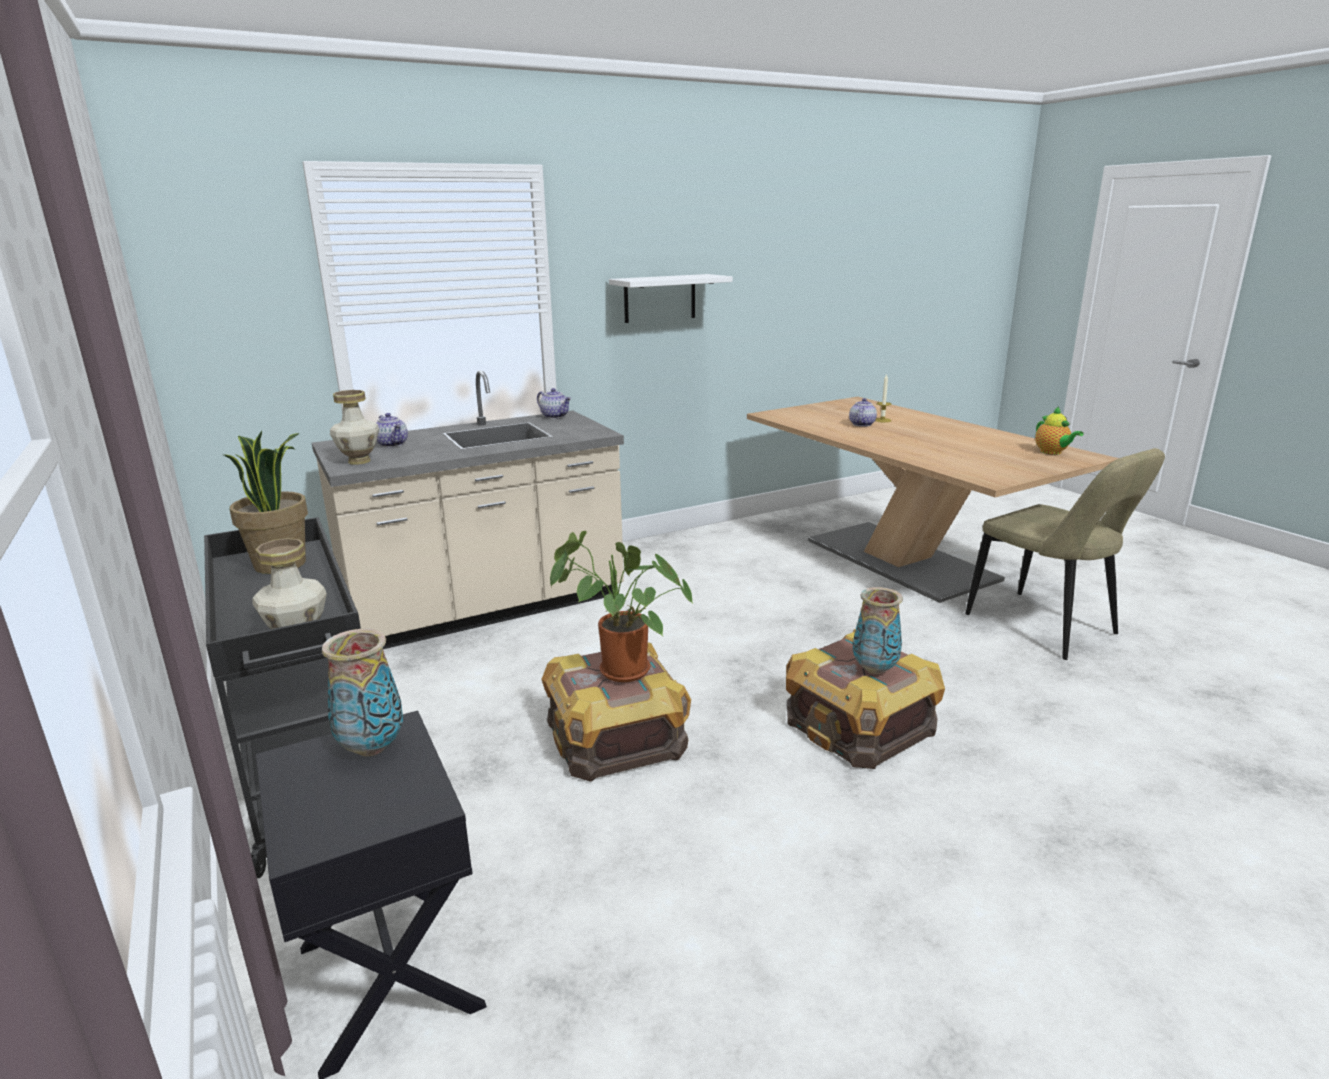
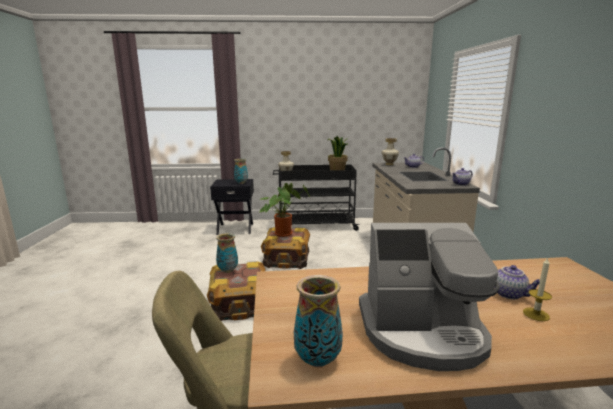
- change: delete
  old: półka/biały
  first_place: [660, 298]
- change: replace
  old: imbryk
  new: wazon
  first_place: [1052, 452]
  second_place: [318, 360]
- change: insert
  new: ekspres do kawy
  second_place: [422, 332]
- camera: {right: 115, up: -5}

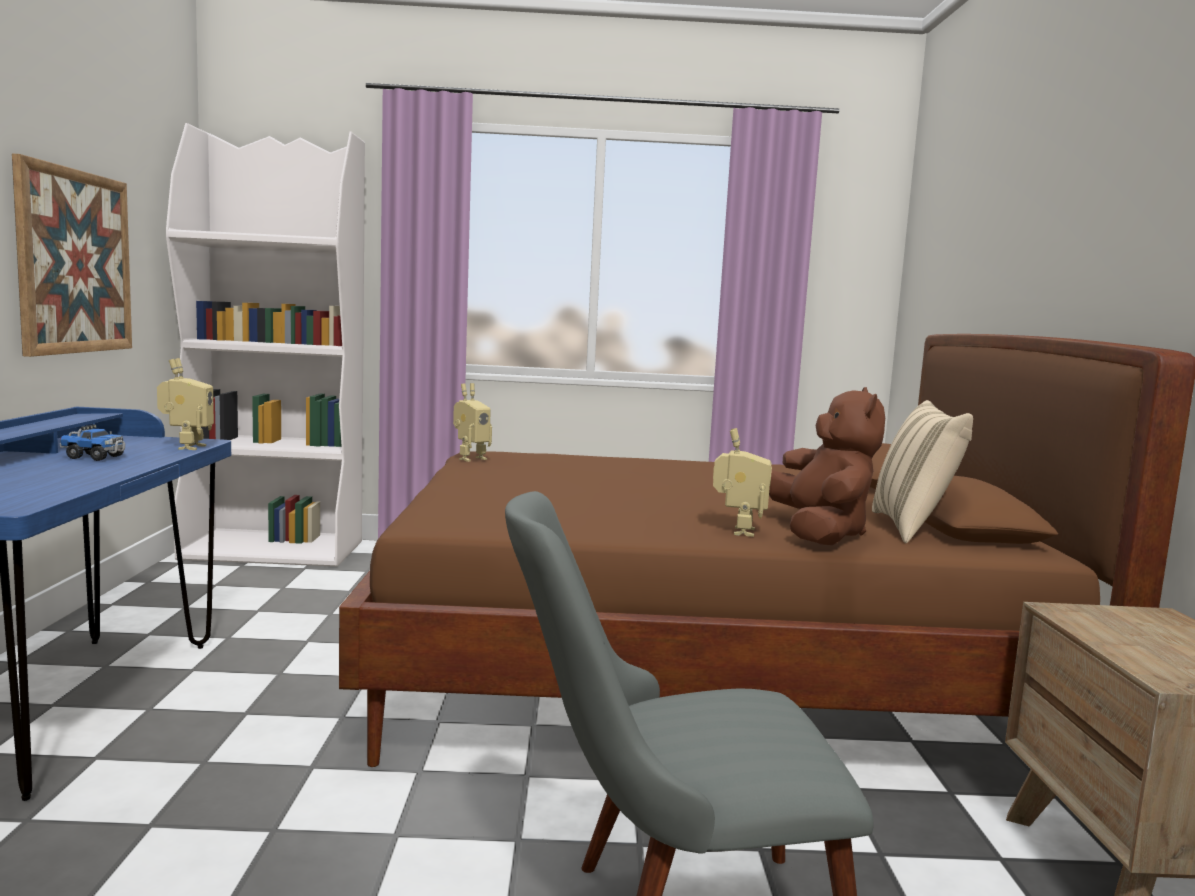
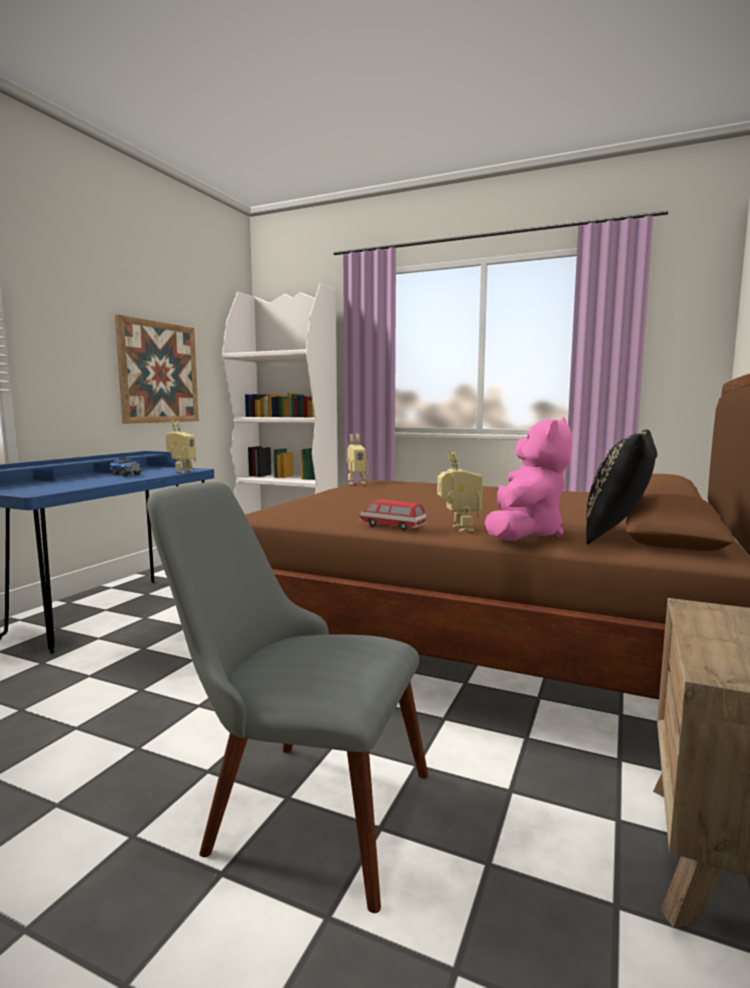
- change: recolor
  old: pluszak/brązowy
  new: pluszak/różowy
  first_place: [819, 533]
  second_place: [524, 534]
- change: recolor
  old: poduszka/beżowy
  new: poduszka/czarny
  first_place: [913, 528]
  second_place: [618, 535]
- change: rotate
  old: robot zabawkowy
  first_place: [737, 531]
  second_place: [458, 529]
  degrees: -45
- change: insert
  new: samochodzik
  second_place: [392, 526]
- camera: {right: 25, up: 0}

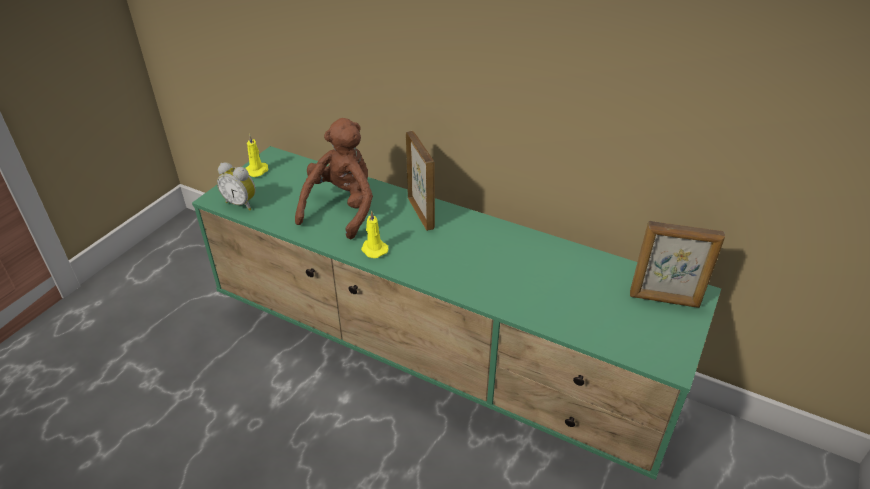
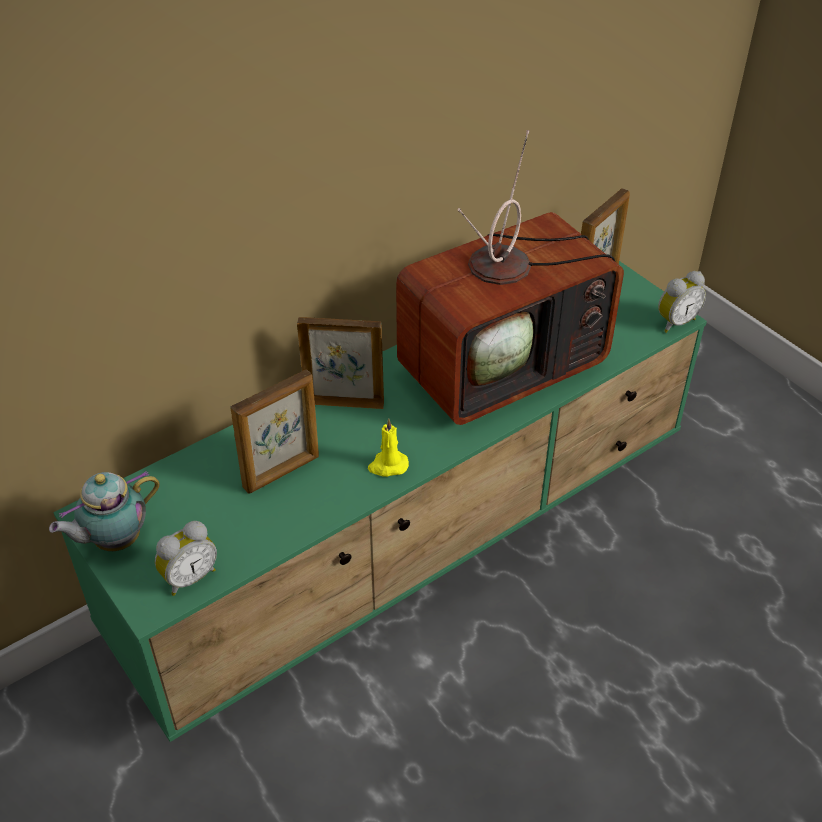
- change: replace
  old: pluszak/brązowy
  new: ramka na zdjęcie
  first_place: [342, 209]
  second_place: [282, 472]
- change: replace
  old: świeca/żółty
  new: imbryk
  first_place: [257, 170]
  second_place: [114, 541]
- change: insert
  new: telewizor
  second_place: [504, 365]
- change: insert
  new: budzik
  second_place: [675, 322]
- camera: {right: -65, up: 5}

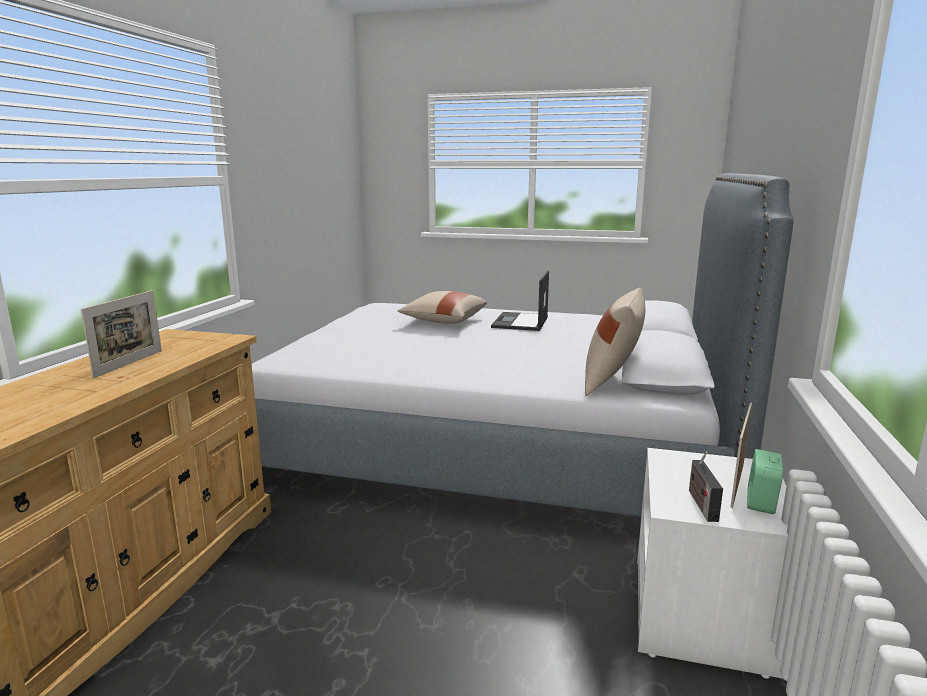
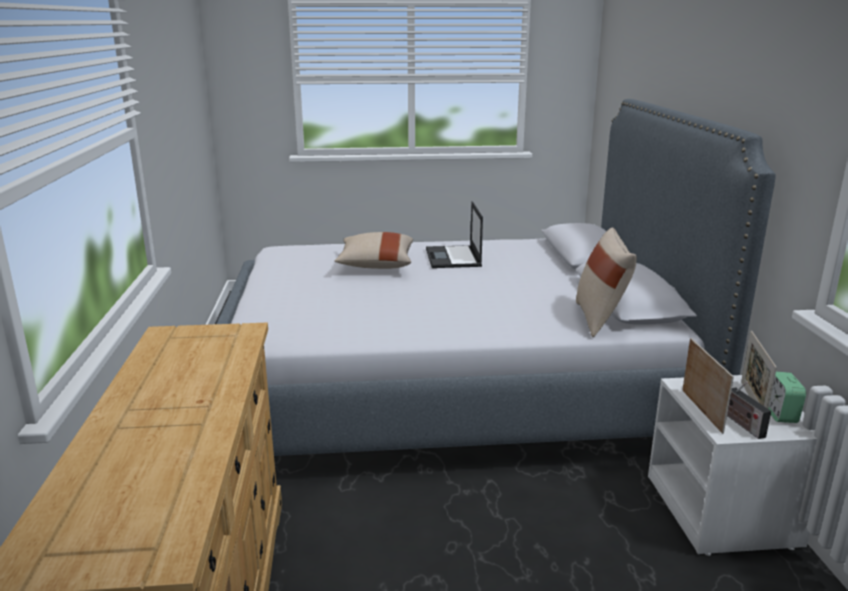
- change: move
  old: ramka na zdjęcie
  first_place: [129, 363]
  second_place: [701, 411]
- camera: {right: -20, up: 5}

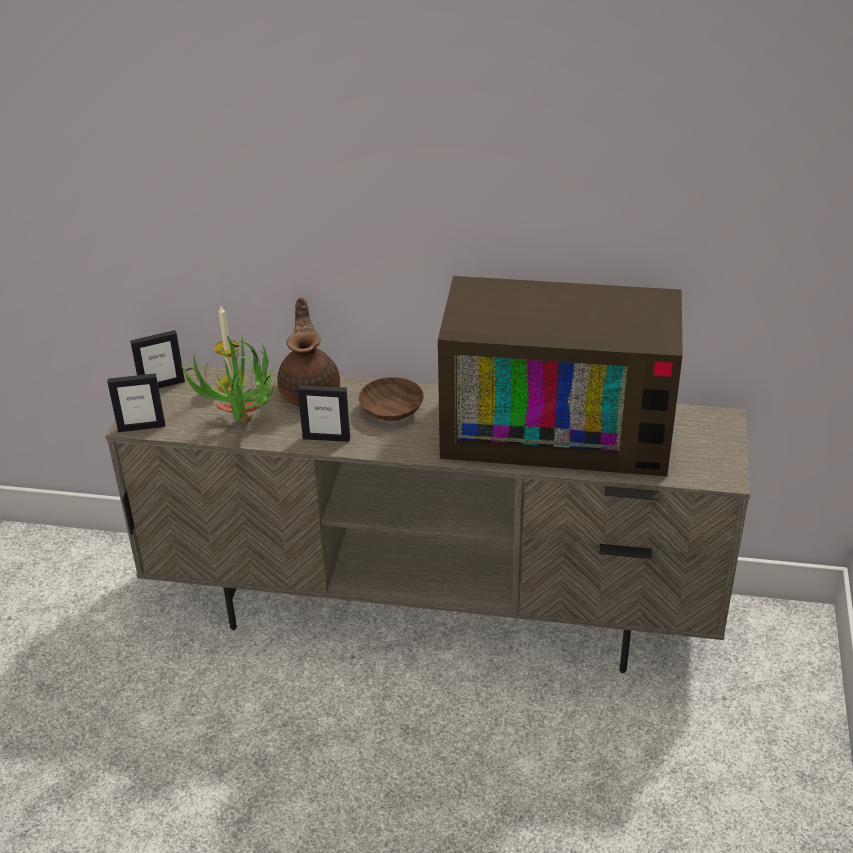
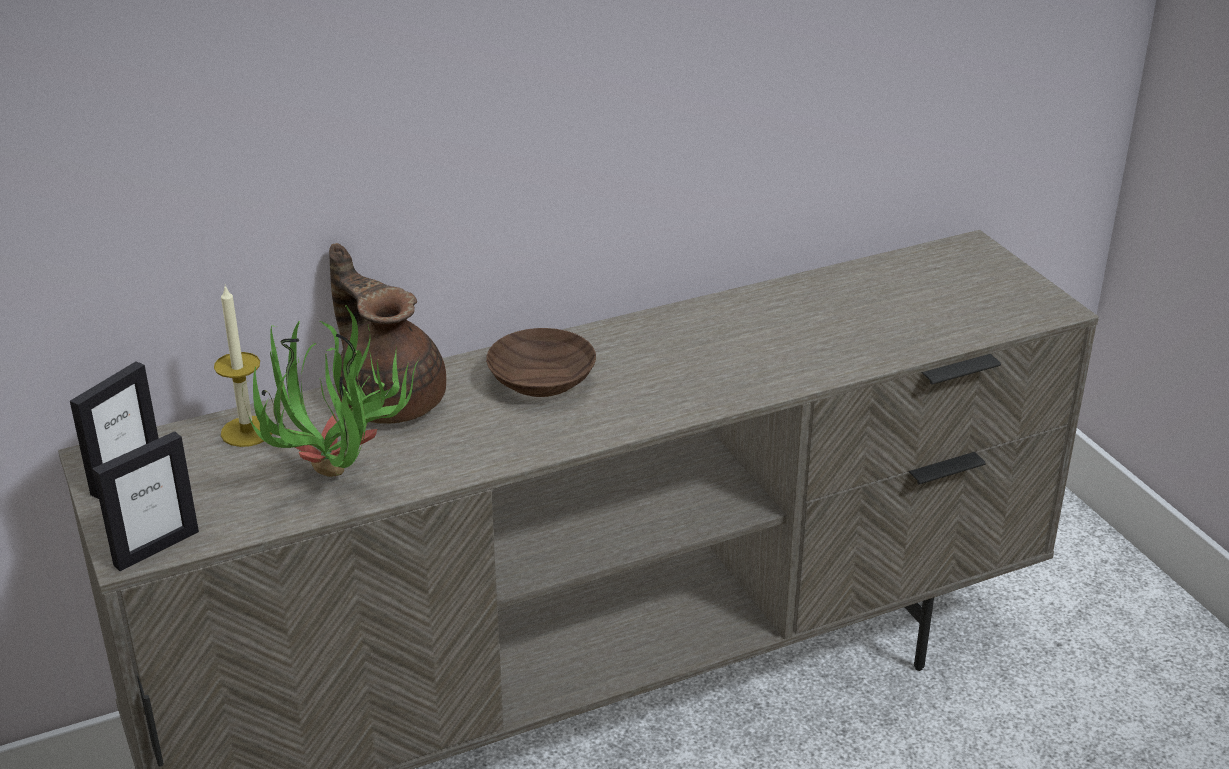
- change: delete
  old: telewizor
  first_place: [559, 427]
- change: delete
  old: ramka na zdjęcie
  first_place: [326, 438]
- camera: {right: -35, up: -5}

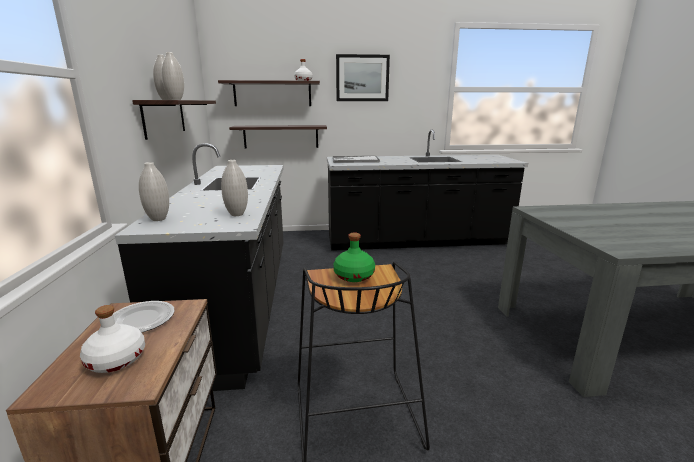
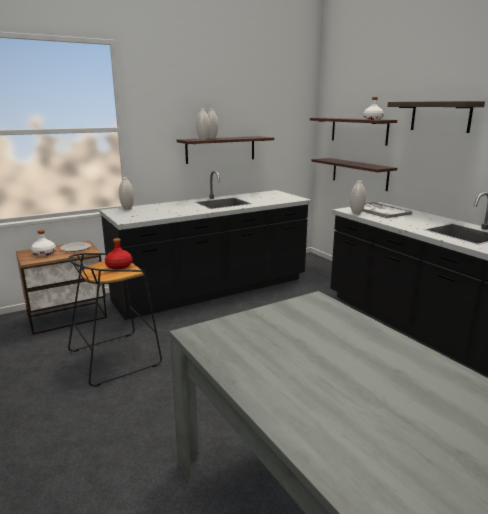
- change: replace
  old: obraz
  new: półka
  first_place: [362, 78]
  second_place: [440, 116]
- change: move
  old: wazon/biały
  first_place: [237, 214]
  second_place: [356, 213]
- change: recolor
  old: butelka/zielony
  new: butelka/czerwony
  first_place: [354, 276]
  second_place: [119, 266]
- camera: {right: 65, up: 0}

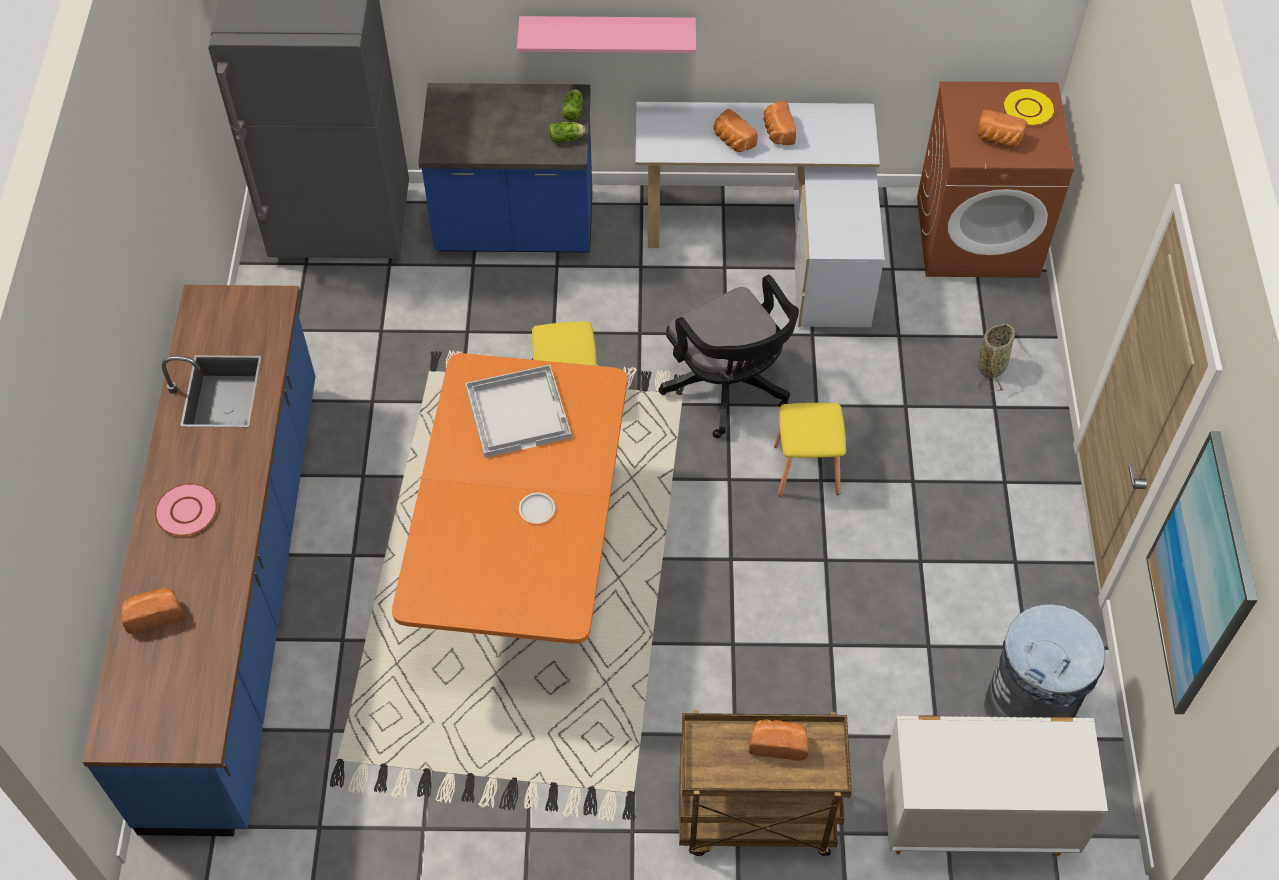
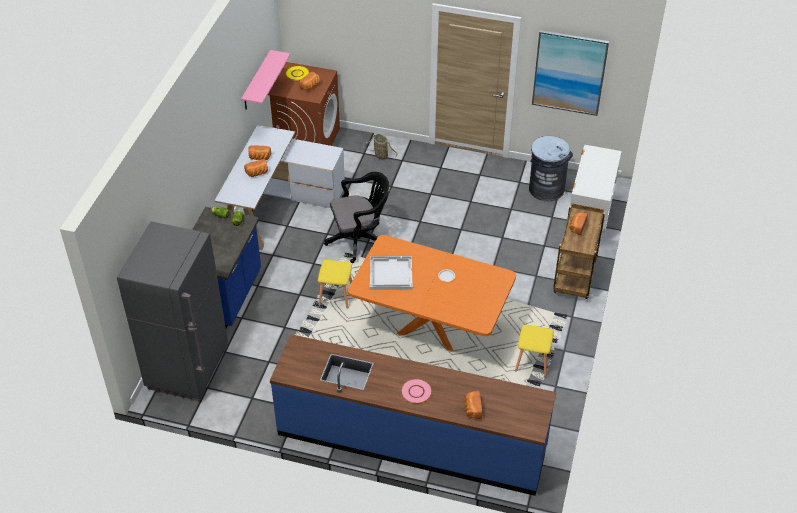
- change: move
  old: półka/różowy
  first_place: [607, 32]
  second_place: [256, 81]
- change: move
  old: stołek/żółty
  first_place: [805, 470]
  second_place: [533, 362]
- camera: {right: -75, up: -10}

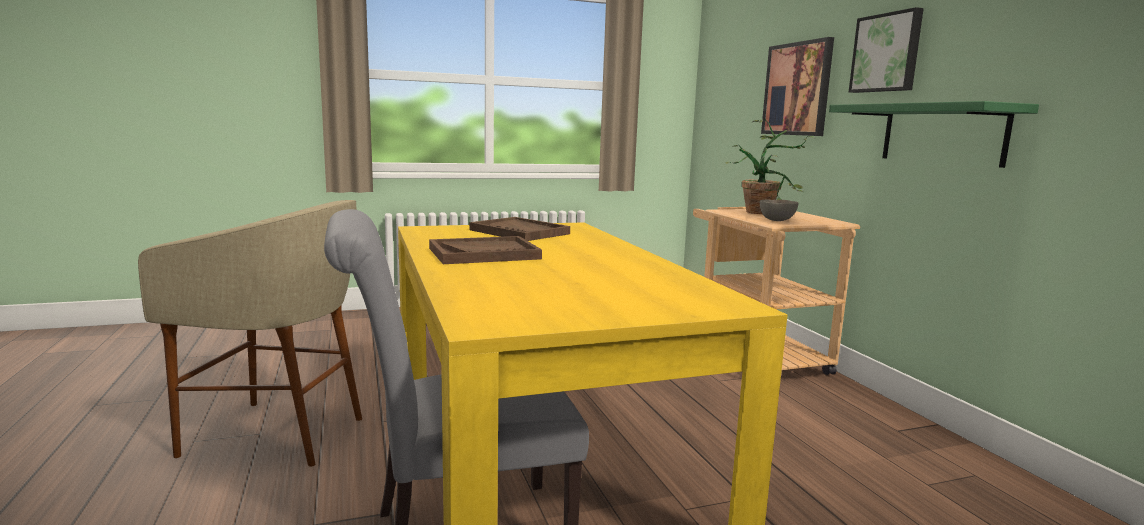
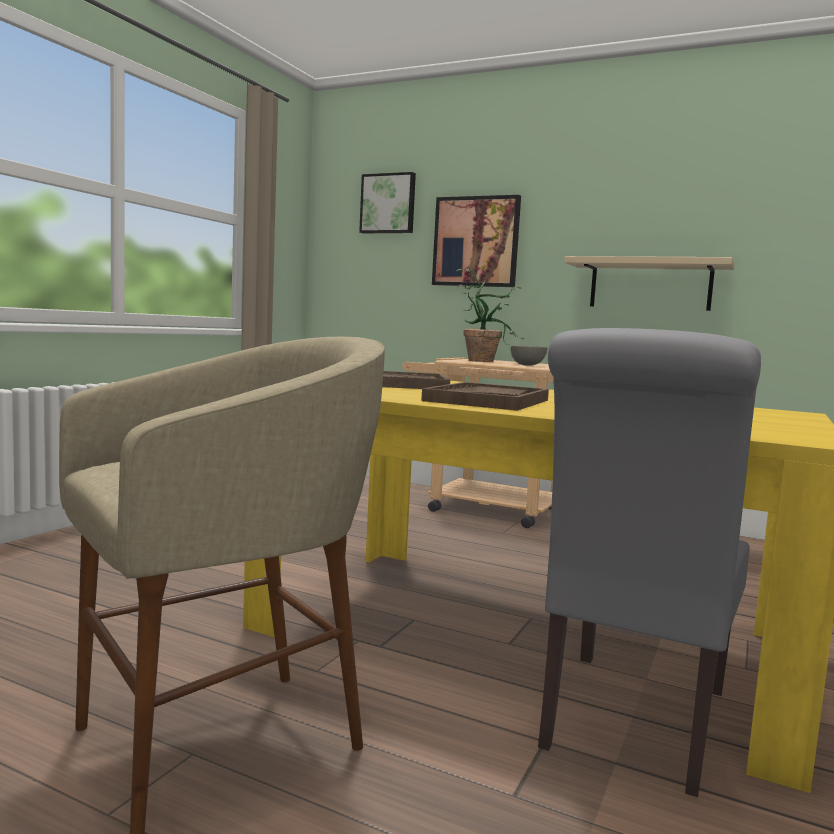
- change: move
  old: obraz
  first_place: [887, 53]
  second_place: [388, 204]
- change: recolor
  old: półka/zielony
  new: półka/beżowy
  first_place: [942, 134]
  second_place: [650, 285]
- camera: {right: -45, up: -5}

